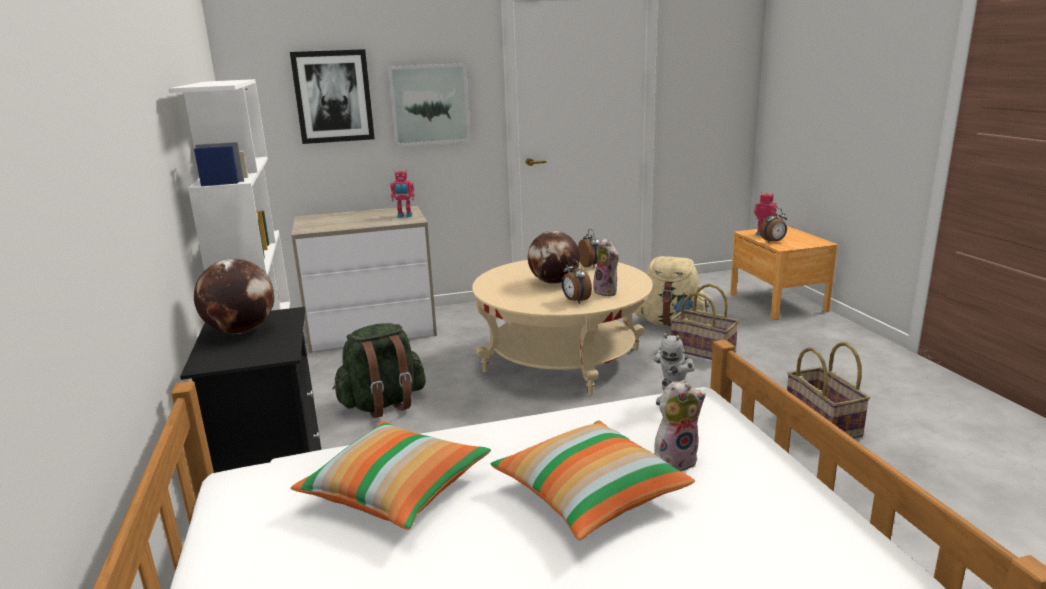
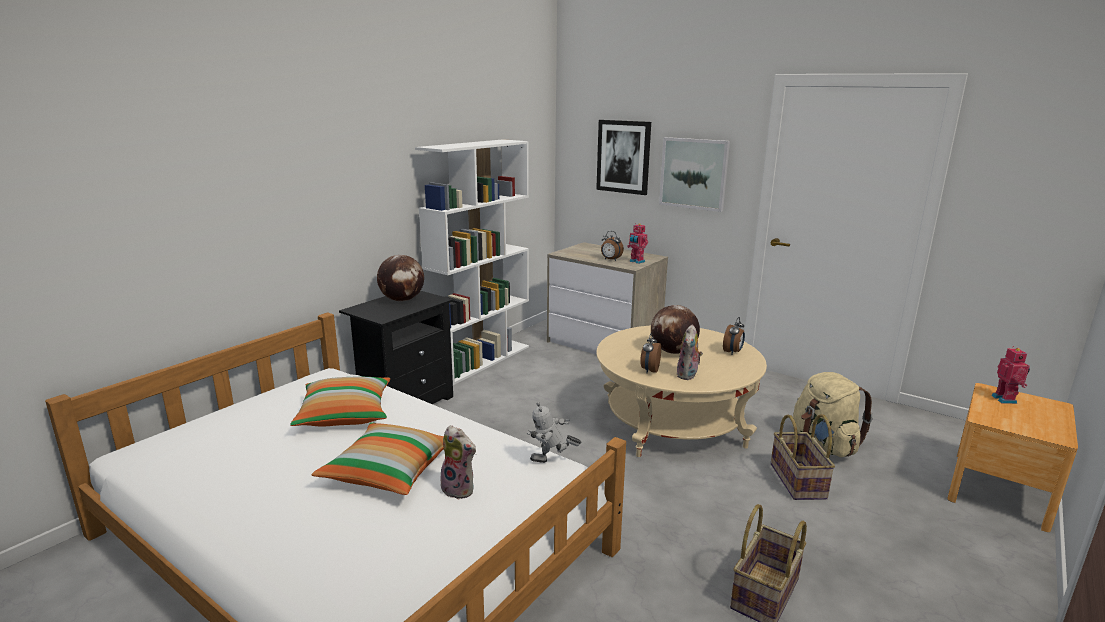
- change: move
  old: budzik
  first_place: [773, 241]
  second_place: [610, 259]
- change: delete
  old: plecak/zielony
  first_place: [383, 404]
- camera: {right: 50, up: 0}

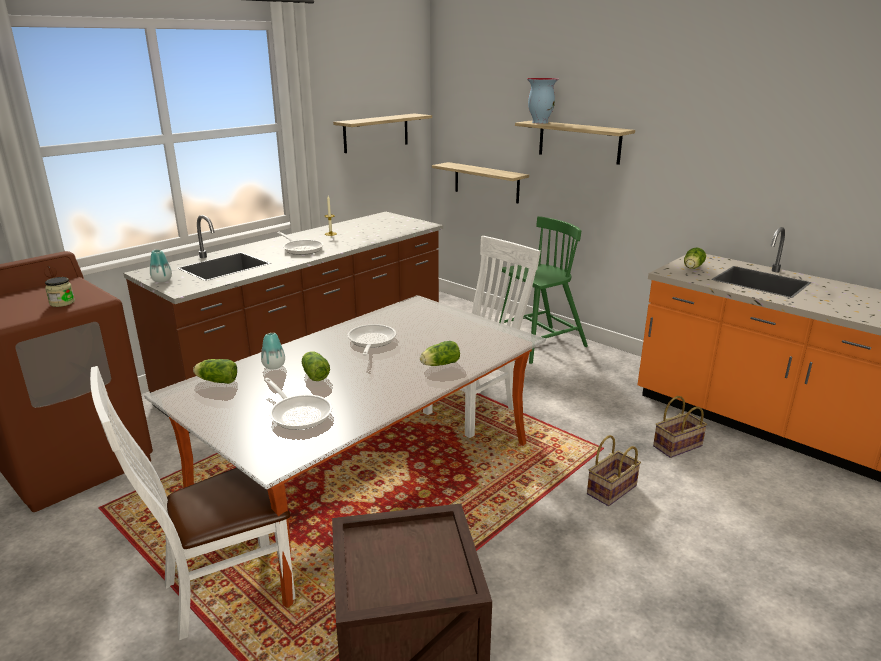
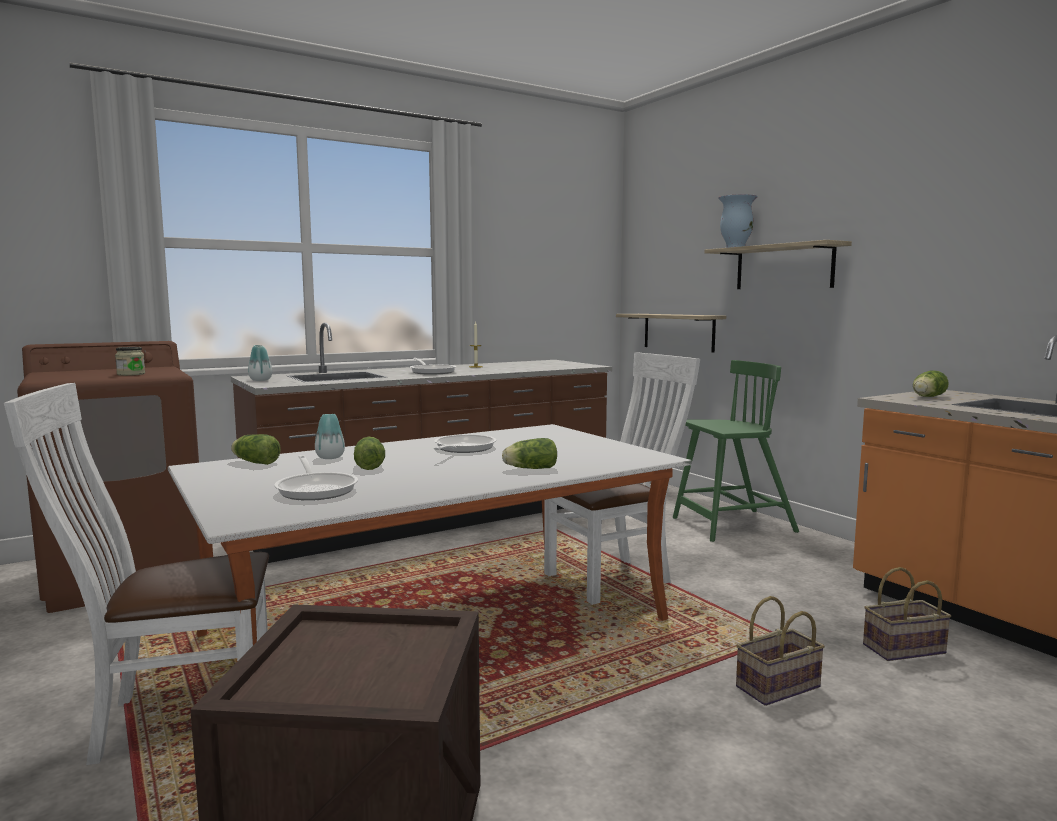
- change: delete
  old: półka
  first_place: [376, 133]
- camera: {right: 15, up: -15}

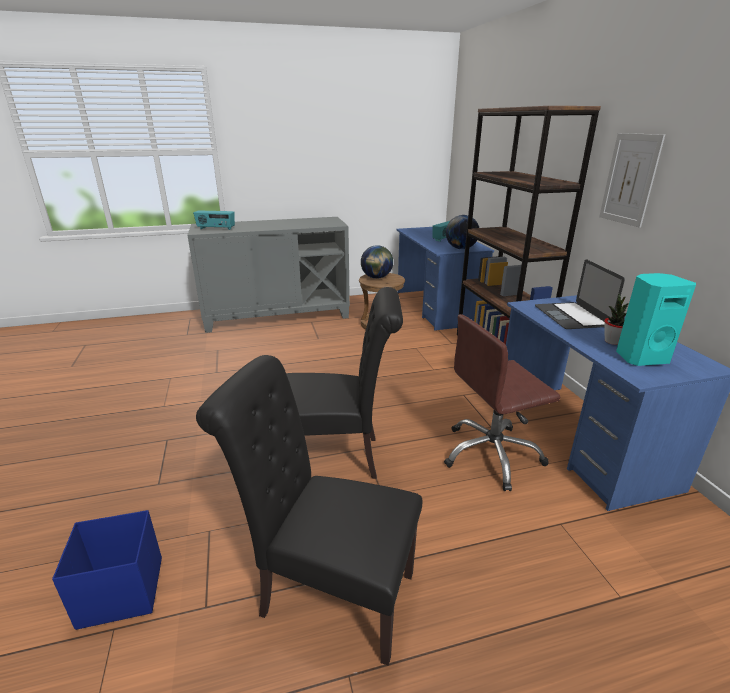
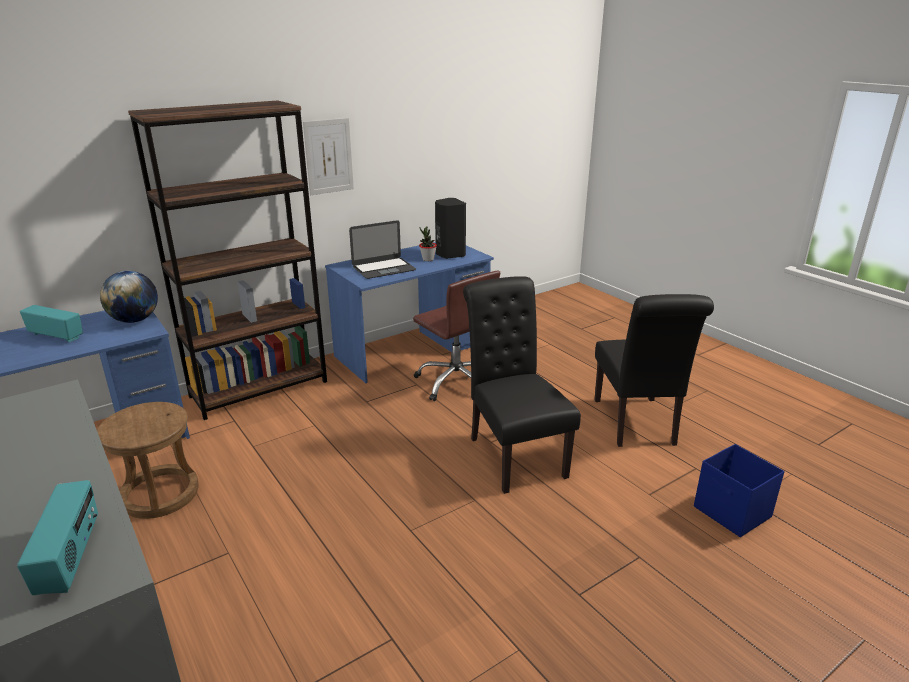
- change: delete
  old: globus
  first_place: [376, 277]
- change: recolor
  old: głośnik/turkusowy
  new: głośnik/czarny
  first_place: [640, 357]
  second_place: [449, 254]
- camera: {right: -110, up: 0}

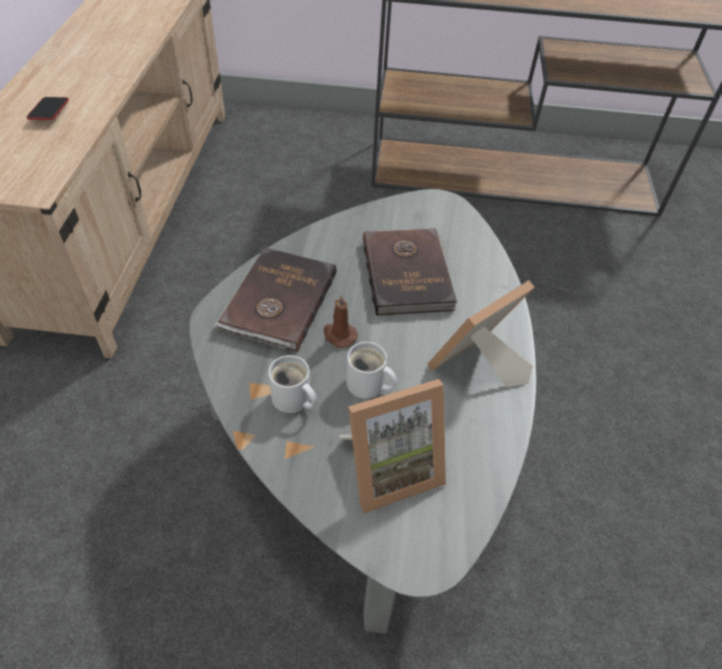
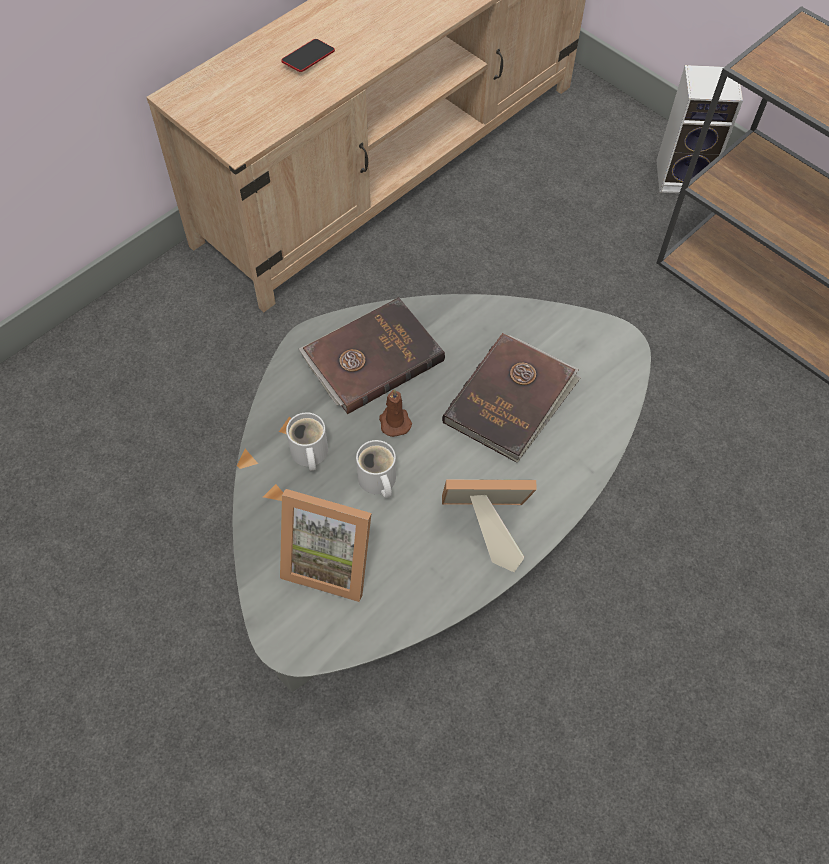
- change: insert
  new: głośnik
  second_place: [684, 176]
- camera: {right: 40, up: 10}

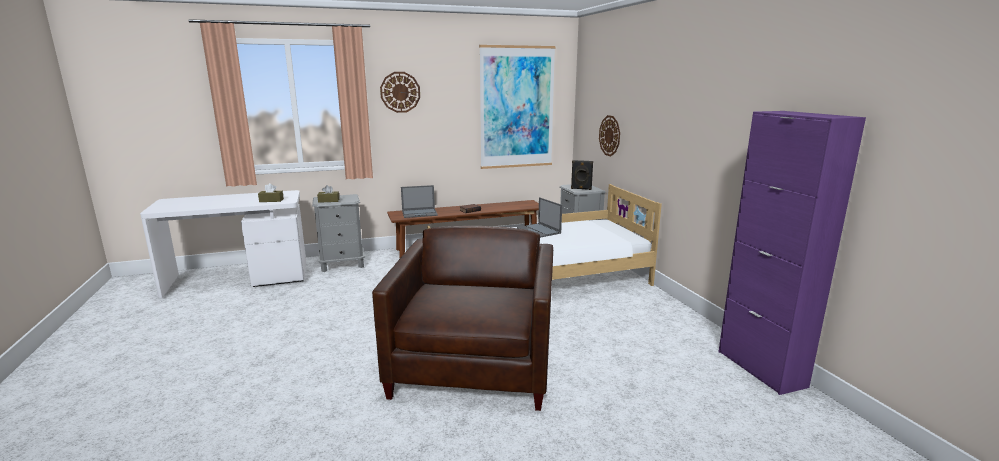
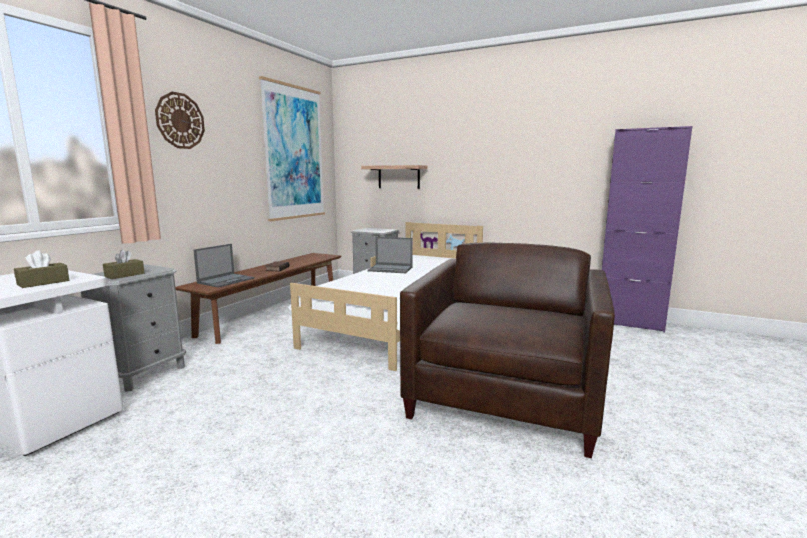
- change: replace
  old: zegar ścienny
  new: półka
  first_place: [609, 135]
  second_place: [398, 177]
- change: delete
  old: głośnik/czarny
  first_place: [581, 189]
- change: rotate
  old: fotel/brązowy
  first_place: [475, 363]
  second_place: [506, 395]
  degrees: 60
- camera: {right: -45, up: -5}

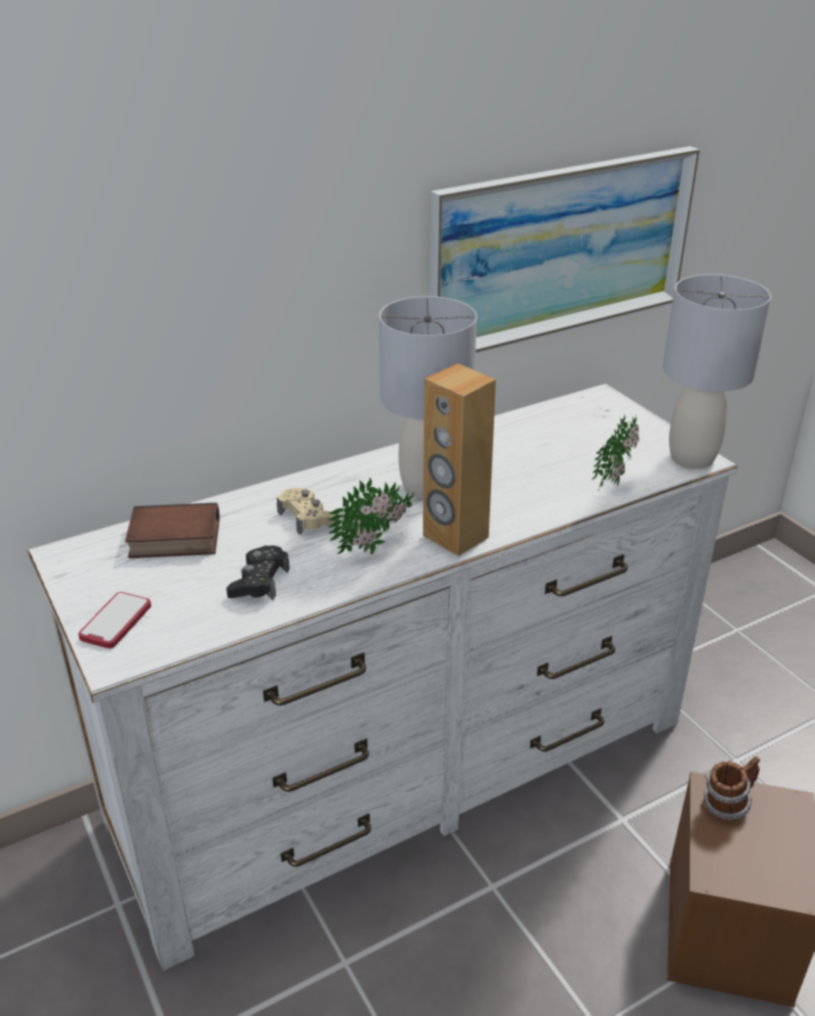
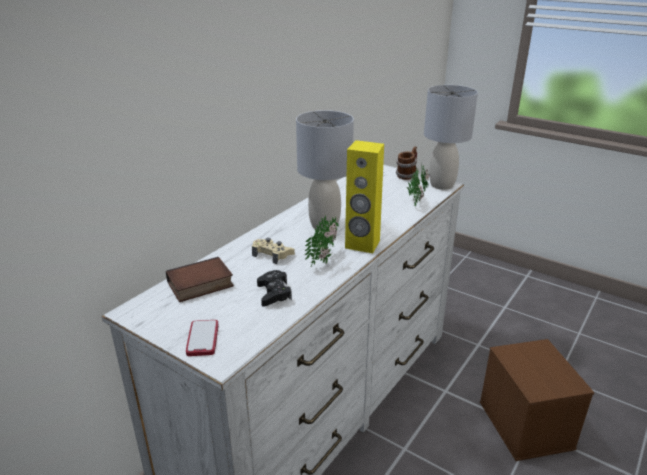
- change: delete
  old: obraz
  first_place: [561, 249]
- change: recolor
  old: głośnik/brązowy
  new: głośnik/żółty
  first_place: [455, 537]
  second_place: [362, 245]
- change: move
  old: kubek
  first_place: [727, 805]
  second_place: [407, 176]
- camera: {right: -25, up: -5}

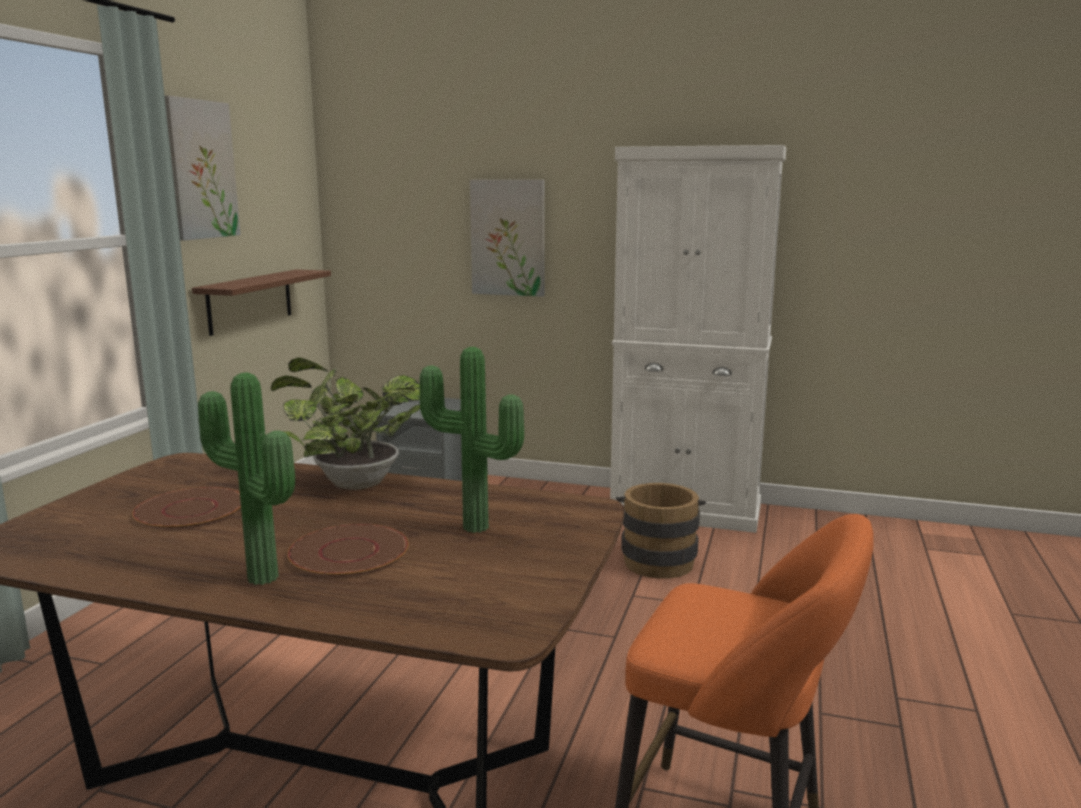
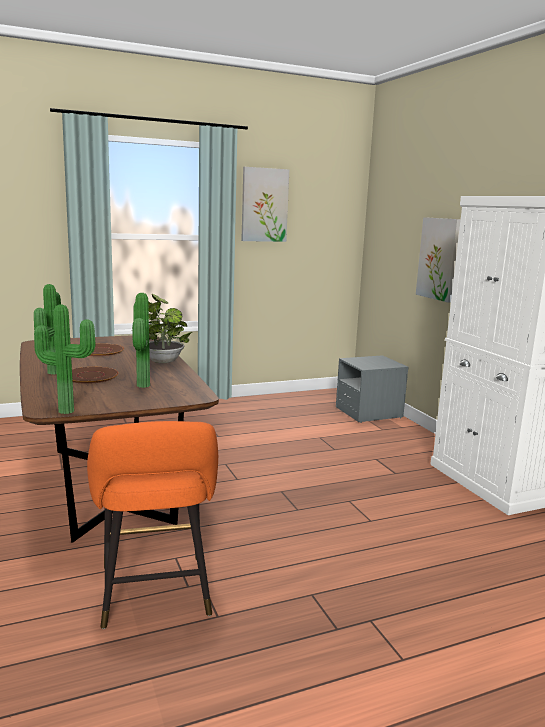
- change: delete
  old: półka/brązowy
  first_place: [250, 301]
- change: delete
  old: wiadro/brązowy
  first_place: [658, 559]
- change: insert
  new: roślina doniczkowa
  second_place: [68, 410]
- camera: {right: 50, up: 0}

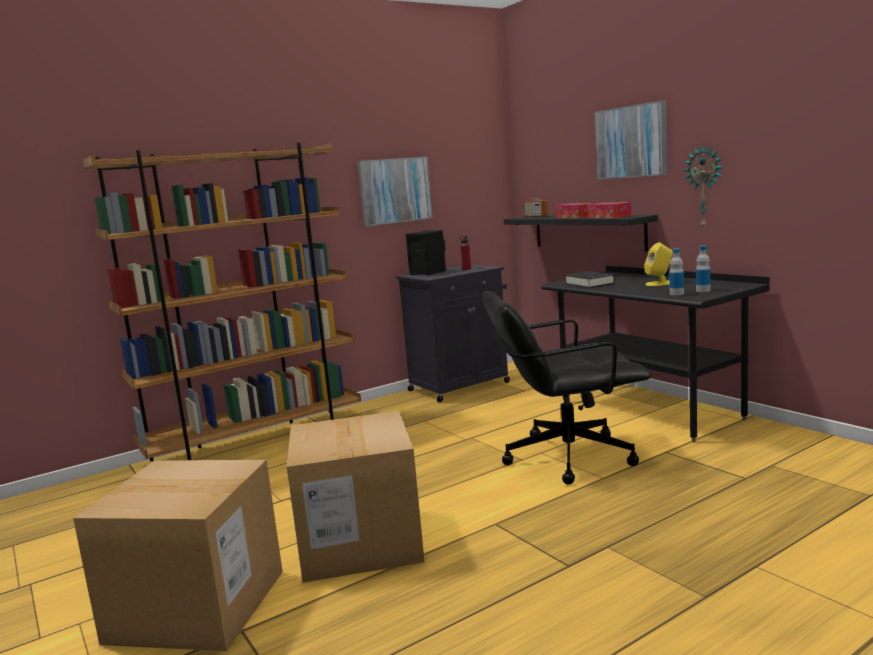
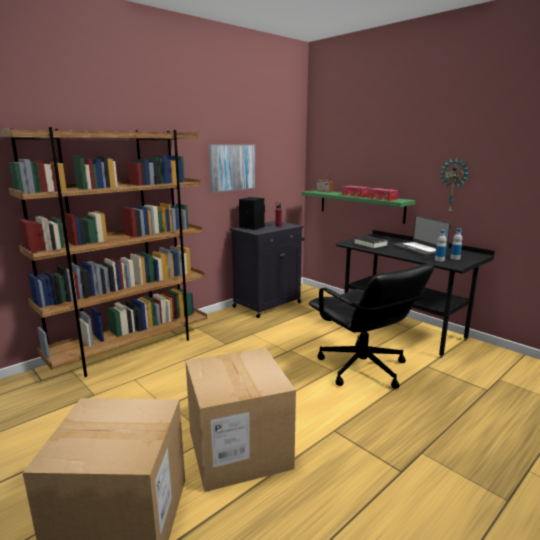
- change: delete
  old: obraz
  first_place: [631, 142]
- change: recolor
  old: półka/czarny
  new: półka/zielony
  first_place: [587, 232]
  second_place: [360, 205]
- change: replace
  old: głośnik/żółty
  new: laptop
  first_place: [659, 283]
  second_place: [419, 249]
- change: rotate
  old: krzesło biurowe/czarny
  first_place: [567, 456]
  second_place: [362, 368]
  degrees: -105
- camera: {right: -10, up: 5}

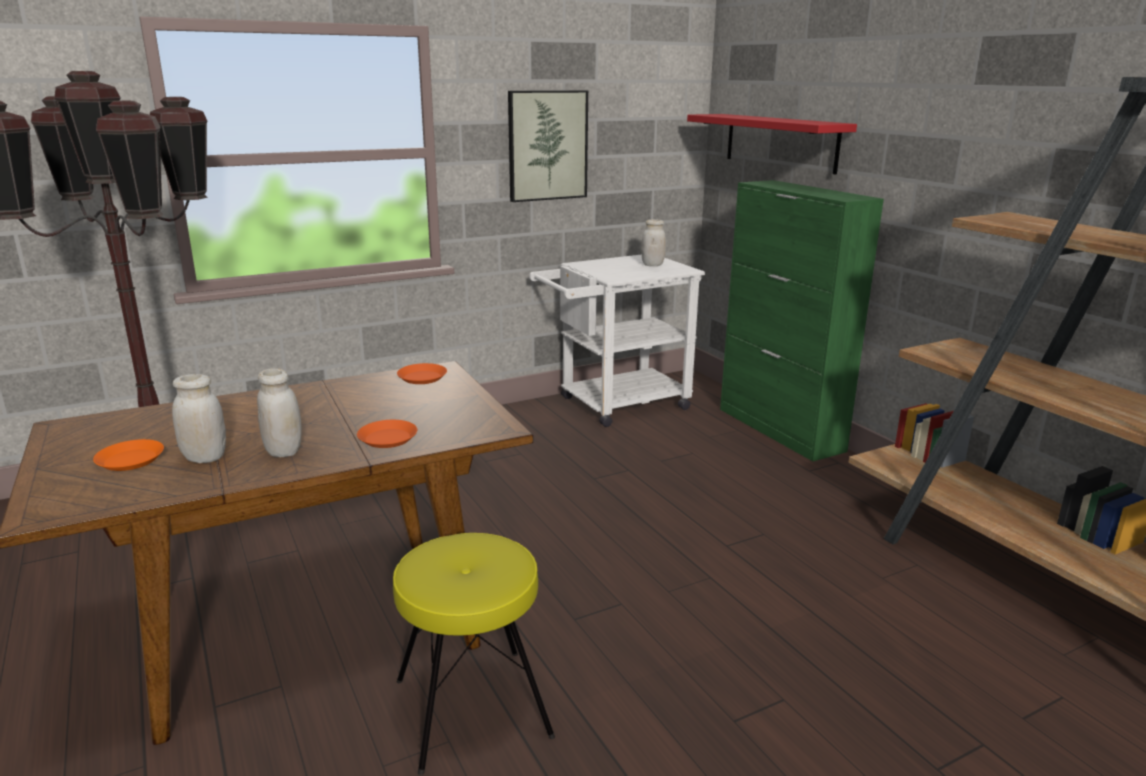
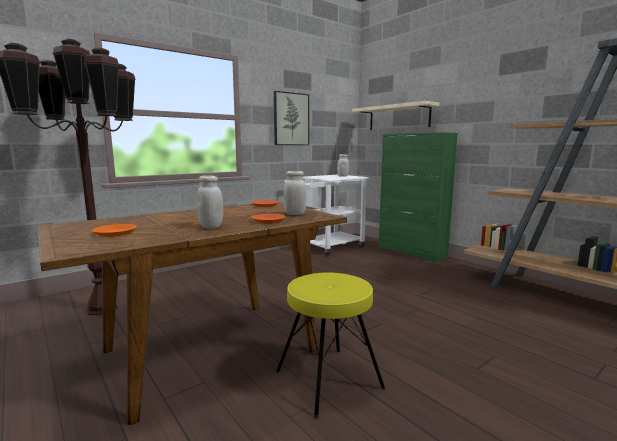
- change: recolor
  old: półka/czerwony
  new: półka/beżowy
  first_place: [780, 142]
  second_place: [398, 117]
- change: move
  old: słoik/biały
  first_place: [205, 458]
  second_place: [295, 214]
- camera: {right: -10, up: -10}

